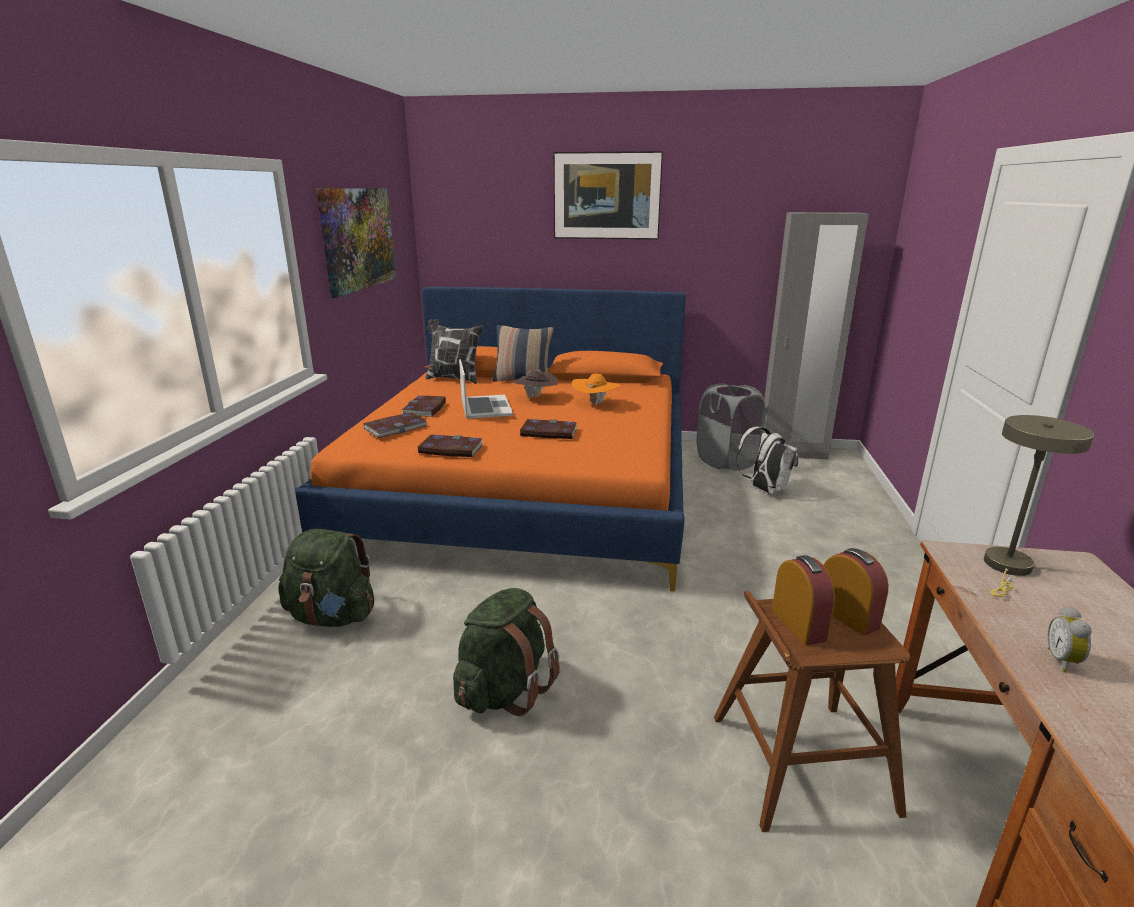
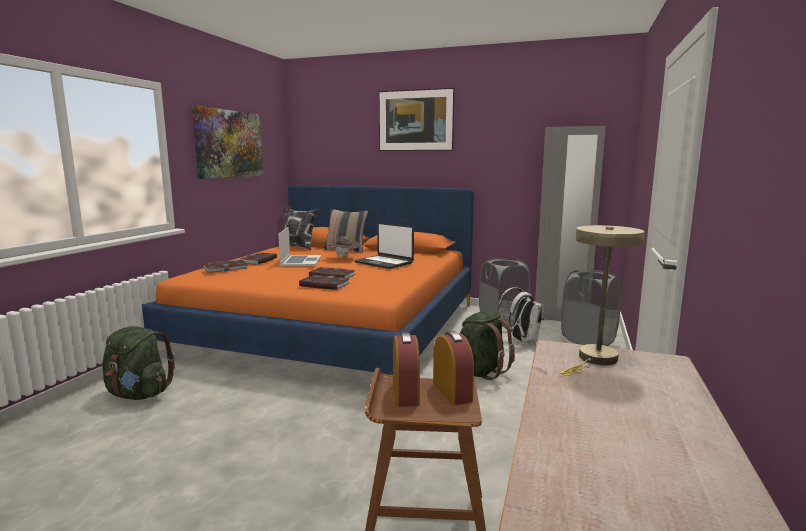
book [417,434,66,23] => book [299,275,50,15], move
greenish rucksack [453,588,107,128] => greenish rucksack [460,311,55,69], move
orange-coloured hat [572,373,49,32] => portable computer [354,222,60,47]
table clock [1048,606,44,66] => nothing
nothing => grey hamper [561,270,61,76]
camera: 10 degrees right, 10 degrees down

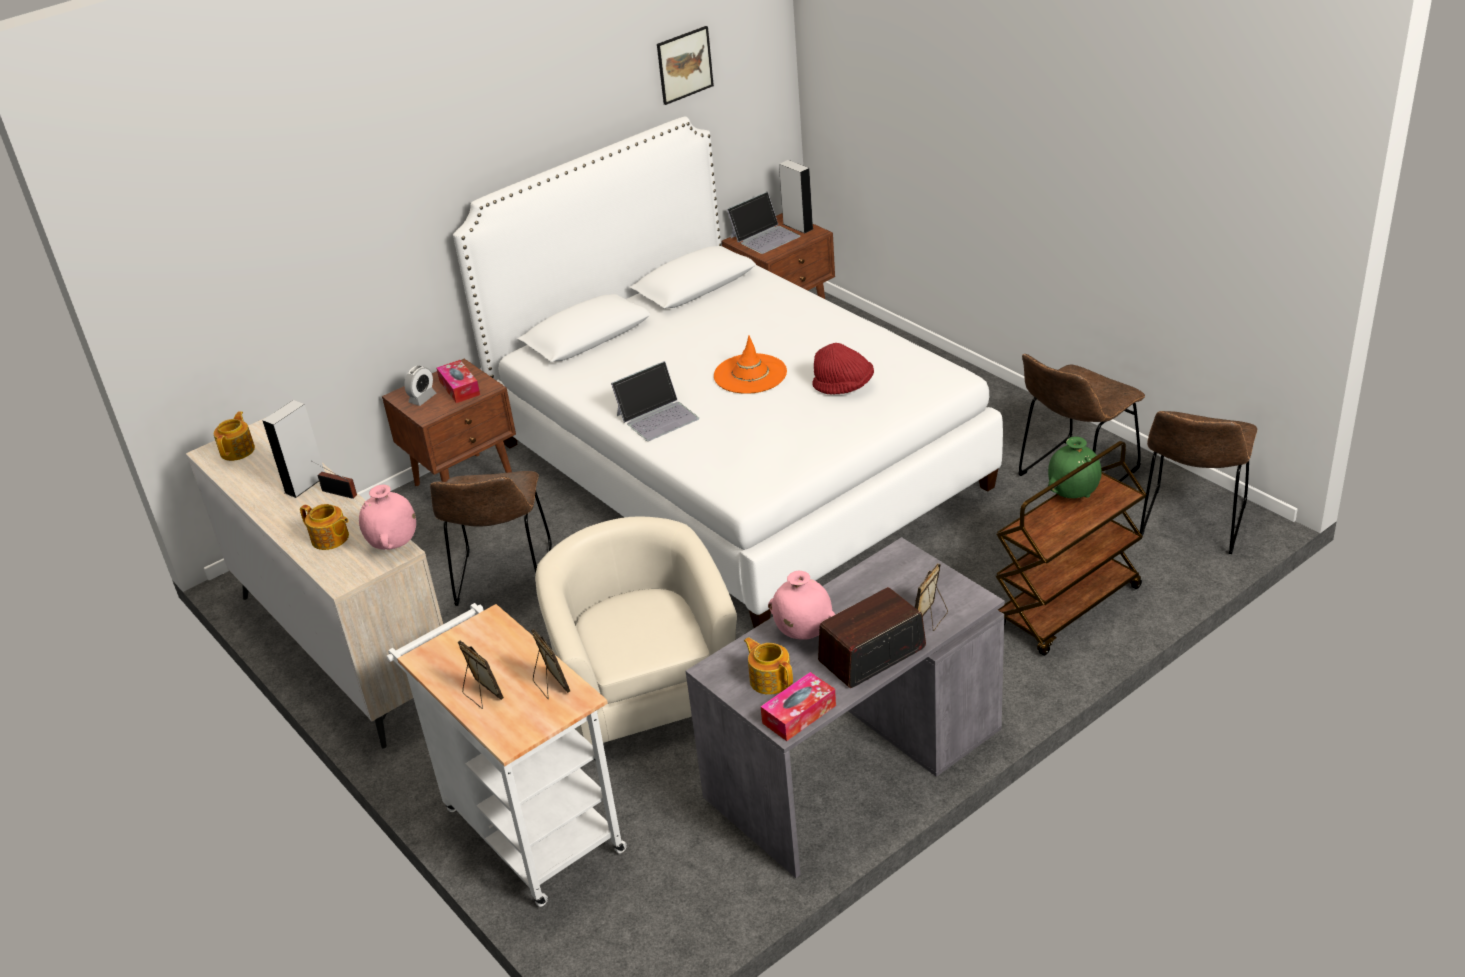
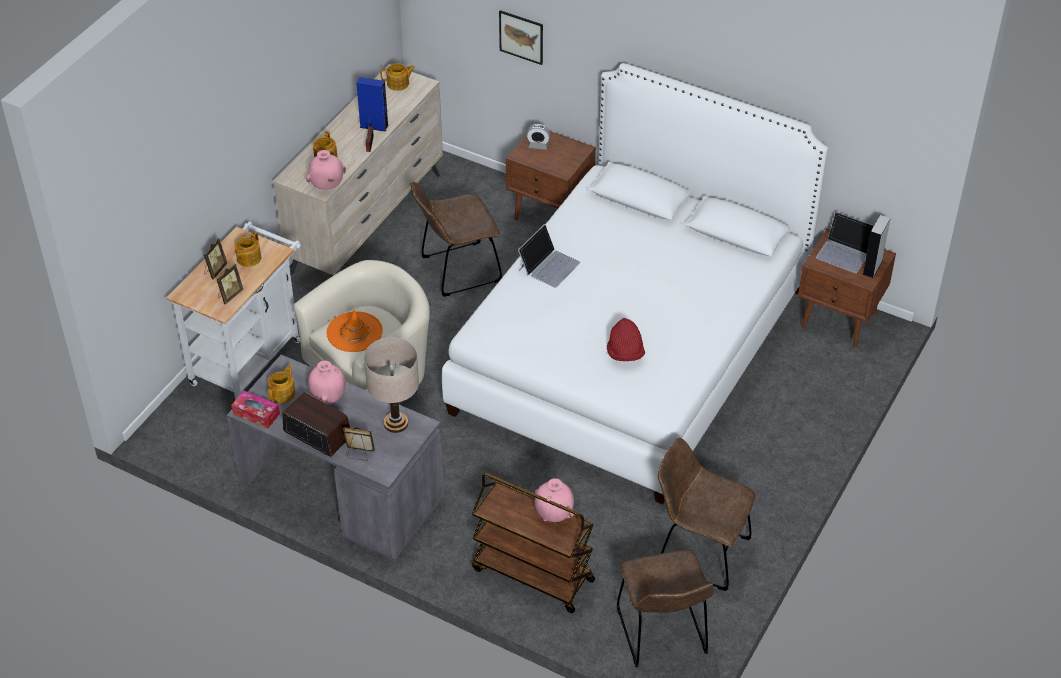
grey loudspeaker [262,400,63,98] => blue-coloured loudspeaker [357,77,31,55]
tissue box [437,360,43,43] => nothing
portable computer [611,361,88,80] => portable computer [518,224,62,64], 90 degrees counterclockwise
picture [657,26,57,79] => picture [499,10,44,55], move
orange-coloured hat [714,335,73,59] => orange-coloured hat [326,309,57,43], move
greenish vase [1048,437,54,61] => pink-coloured vase [534,478,40,44]
brown chair [1140,411,118,143] => brown chair [617,549,96,118], 105 degrees counterclockwise
nothing => pot for tea [235,231,26,36]
nothing => beige table lamp [364,337,55,96]
camera: 65 degrees right, 10 degrees up

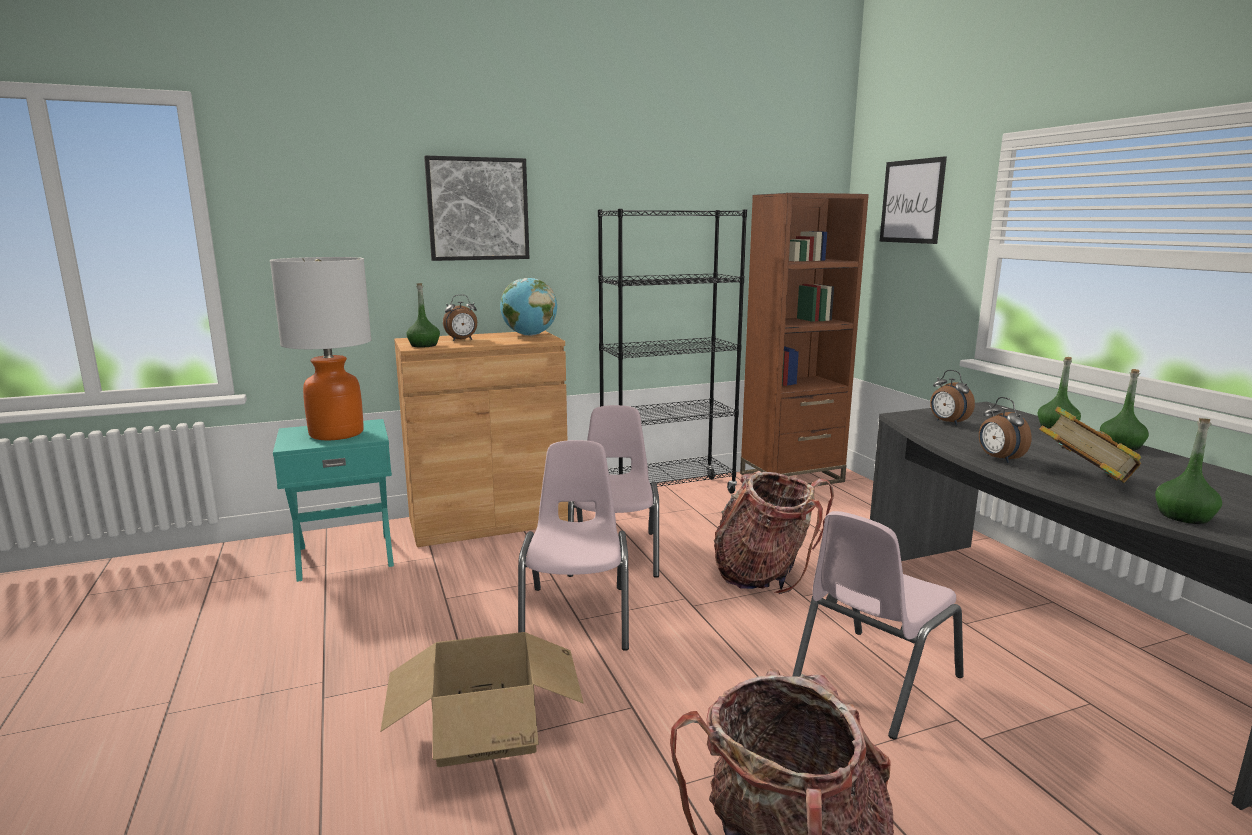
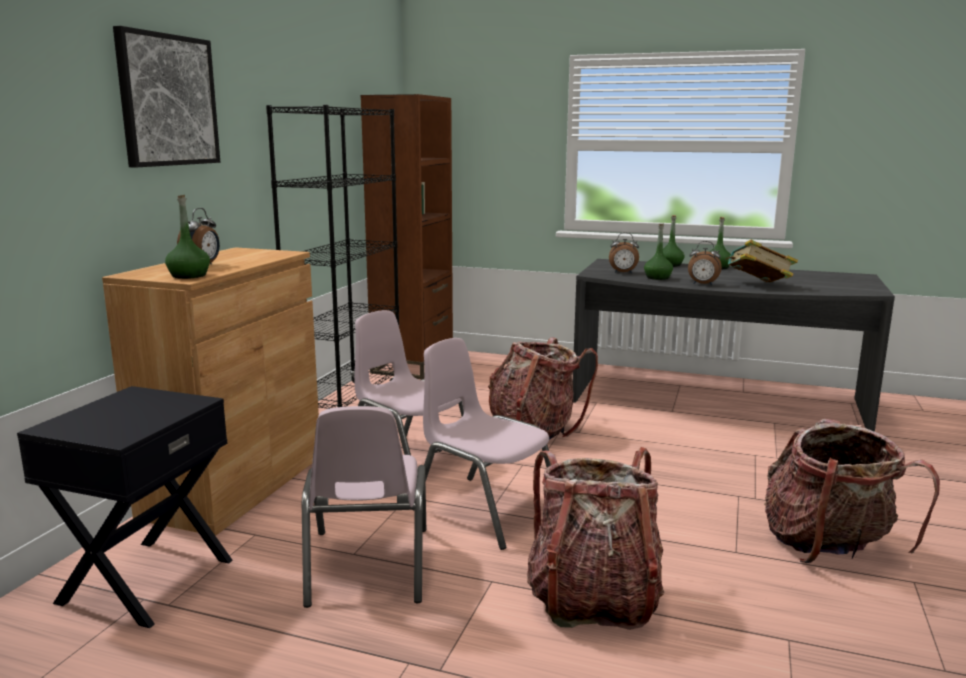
table lamp [270,257,101,183] => nothing
turquoise-coloured bedside table [273,419,121,163] => blackish bedside table [17,386,216,242]
cardboard box [380,632,204,135] => rucksack [527,447,137,183]
globe [500,278,57,58] => nothing
pink-coloured chair [792,511,172,229] => pink-coloured chair [302,406,124,202], move
picture [880,156,67,88] => nothing
greenish beverage bottle [1155,418,67,106] => greenish beverage bottle [644,224,29,56], move
camera: 50 degrees left, 0 degrees up

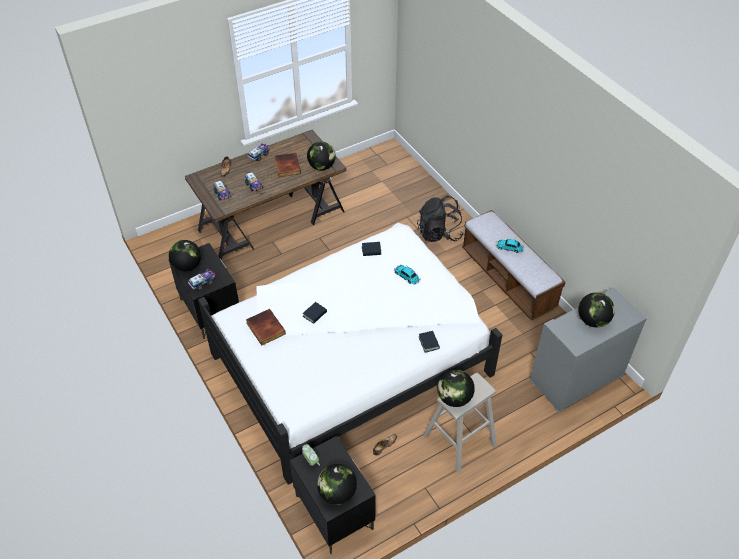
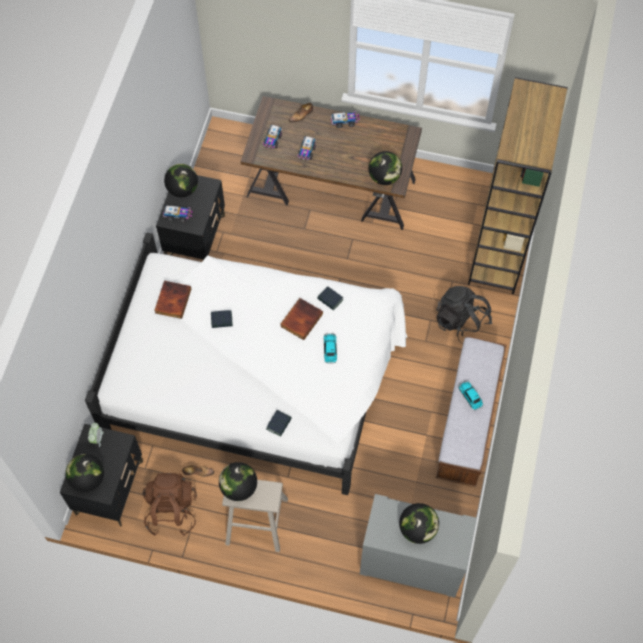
book [274,153,27,24] => book [280,298,43,42], move
nothing => brown rucksack [143,473,54,63]
nothing => brown shelving unit [468,77,100,217]
camera: 45 degrees right, 15 degrees up

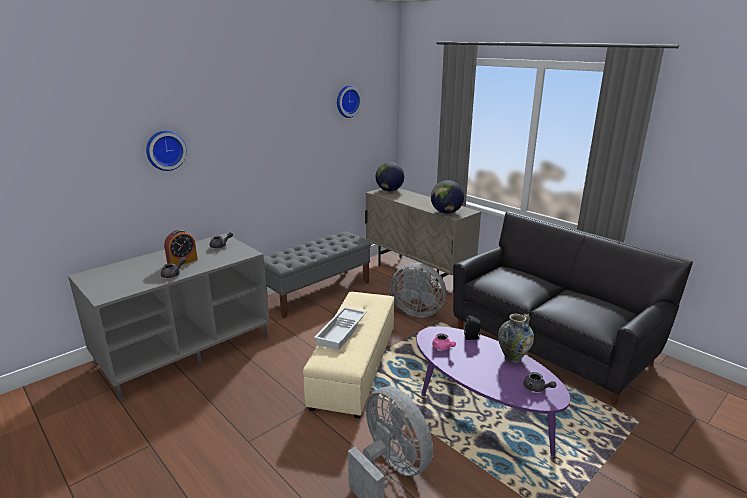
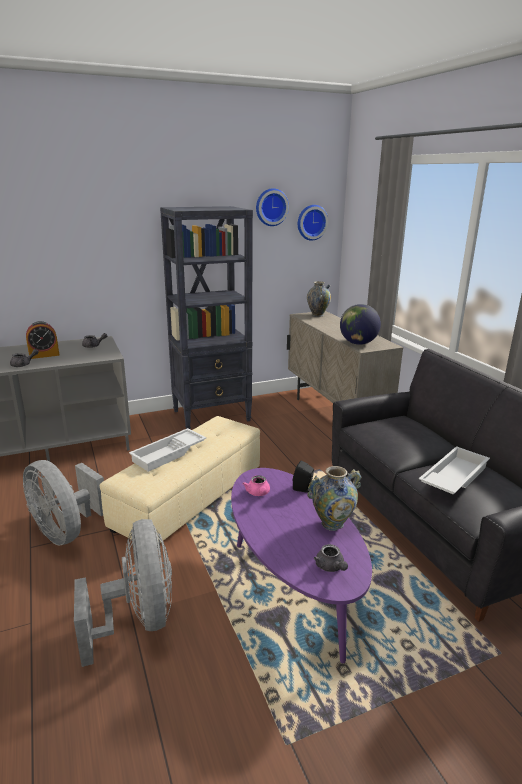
hanging clock [146,130,41,41] => hanging clock [298,205,30,36], move
grey bench [264,232,107,86] => blackish shelving unit [160,206,93,223]
globe [375,162,29,29] => vase [307,281,24,36]
grey cooling fan [390,263,56,54] => grey cooling fan [23,460,81,86], move
nothing => whitish tray [419,446,71,48]
camera: 20 degrees right, 0 degrees up

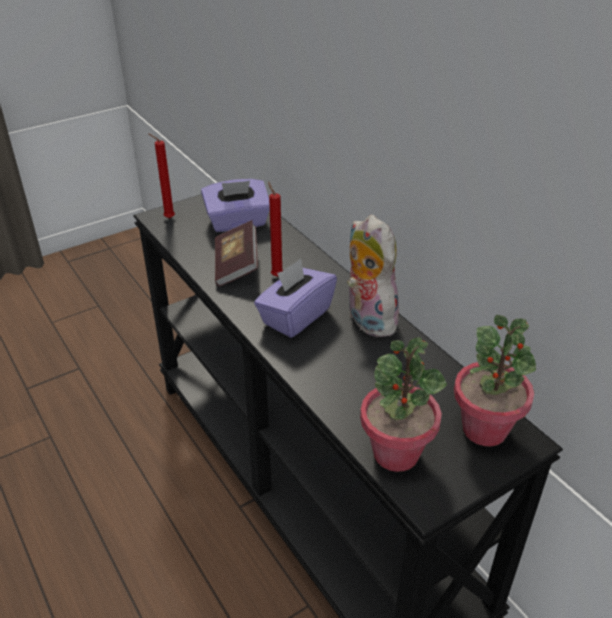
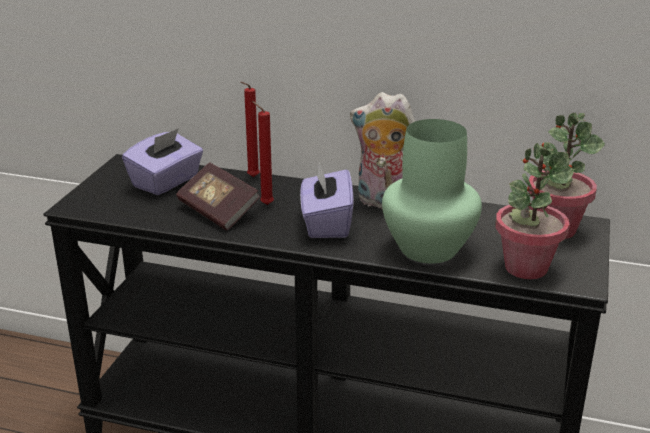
reddish candle [148,133,27,85] => reddish candle [240,82,20,95], move
nothing => greenish vase [382,119,100,145]
camera: 40 degrees left, 10 degrees down

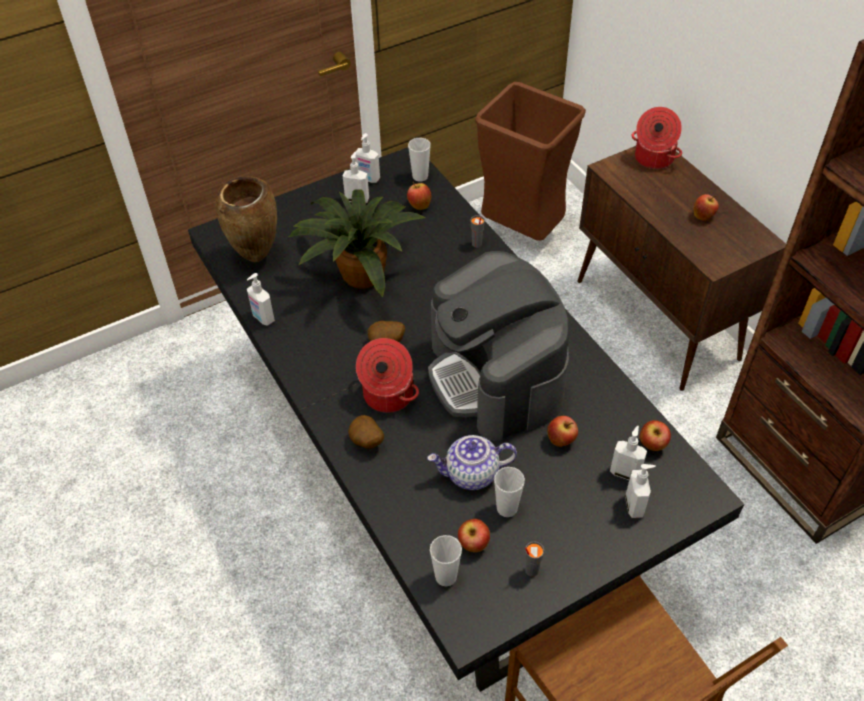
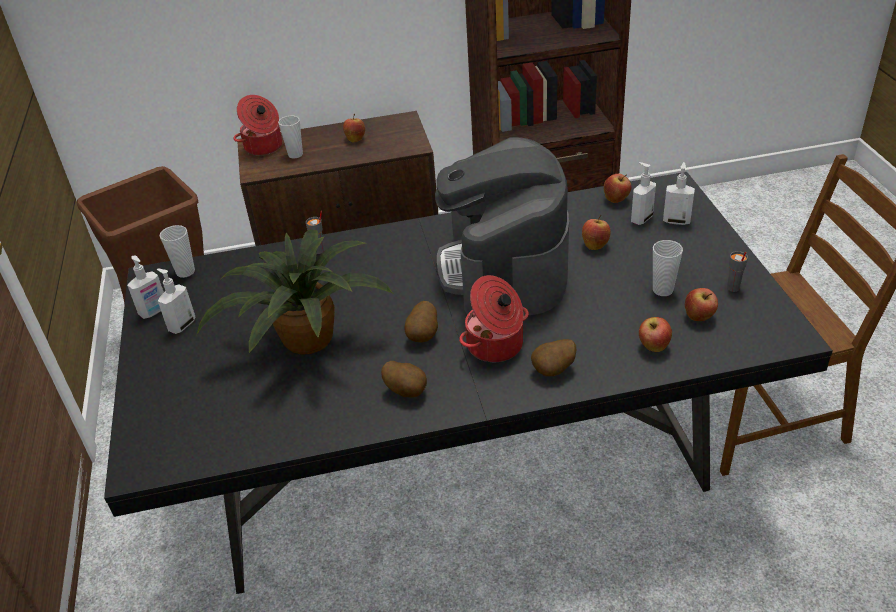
brown vase [216,176,61,86] => nothing
soap dispenser [247,273,28,53] => nothing
apple [407,182,24,28] => apple [639,317,33,35], move
pot for tea [427,435,90,55] => nothing
coffee maker [428,251,141,190] => coffee maker [435,137,134,179], 90 degrees clockwise
drinking cup [430,535,32,51] => drinking cup [278,116,25,42], move
nothing => spud [381,361,46,36]
camera: 70 degrees left, 10 degrees down

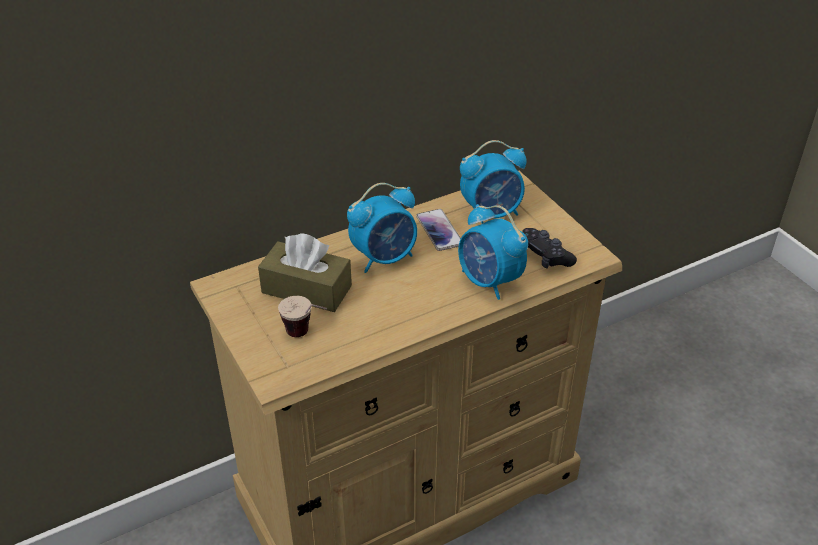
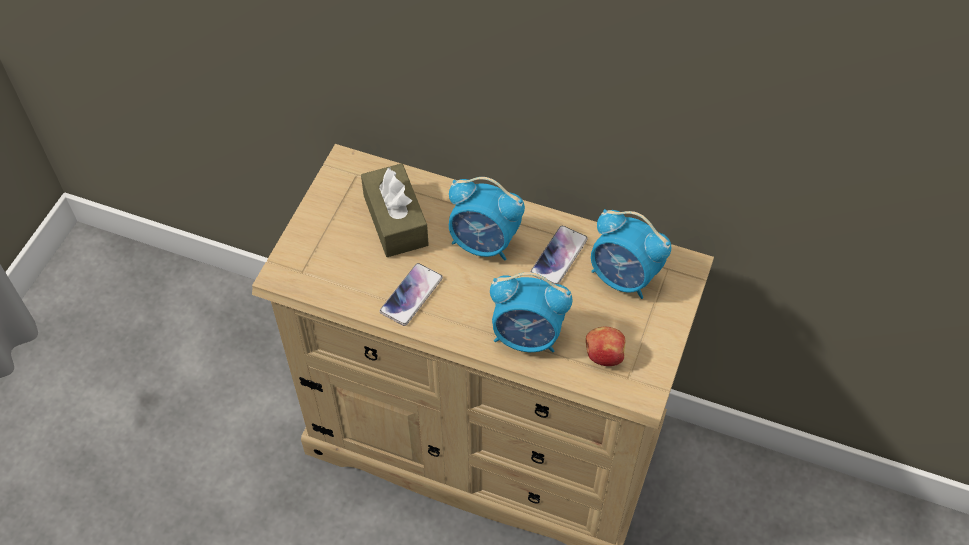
drinking cup [278,296,49,41] => nothing
table clock [458,204,70,96] => table clock [490,272,83,80], 90 degrees counterclockwise
blackish joypad [522,228,55,41] => apple [586,326,39,40]
nothing => handset [379,263,64,63]
camera: 50 degrees right, 15 degrees up

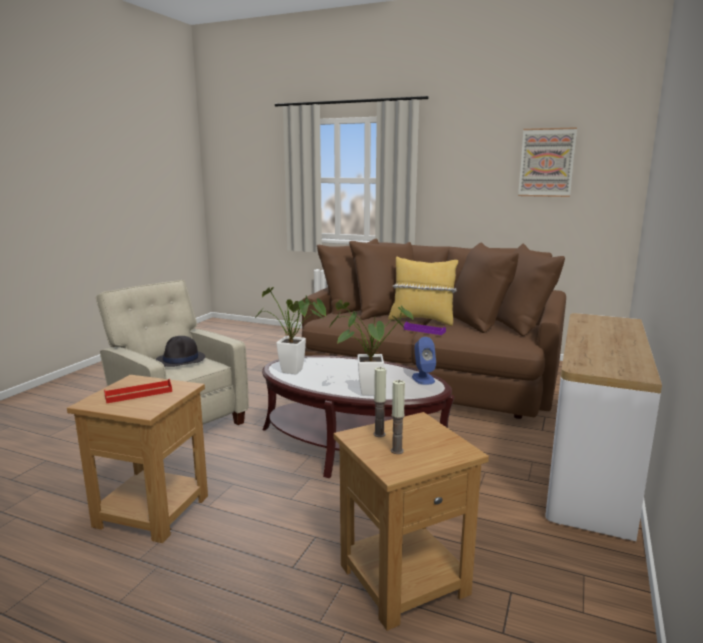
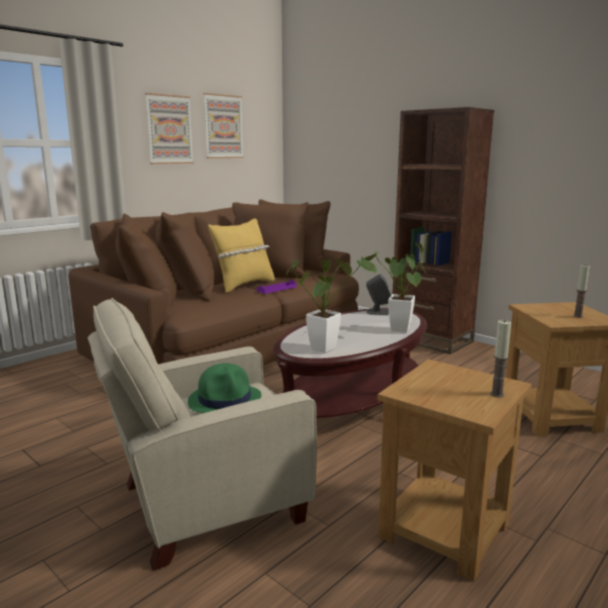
reddish tray [104,379,68,24] => nothing
blackish hat [156,336,49,31] => greenish hat [188,363,73,50]
candle [373,367,13,70] => candle [490,320,21,77], move
blue-coloured loudspeaker [412,337,24,48] => grey loudspeaker [366,274,25,41]
hall table [545,313,117,228] => brown shelving unit [392,107,102,247]
nothing => picture [145,93,49,71]
camera: 70 degrees left, 0 degrees up

